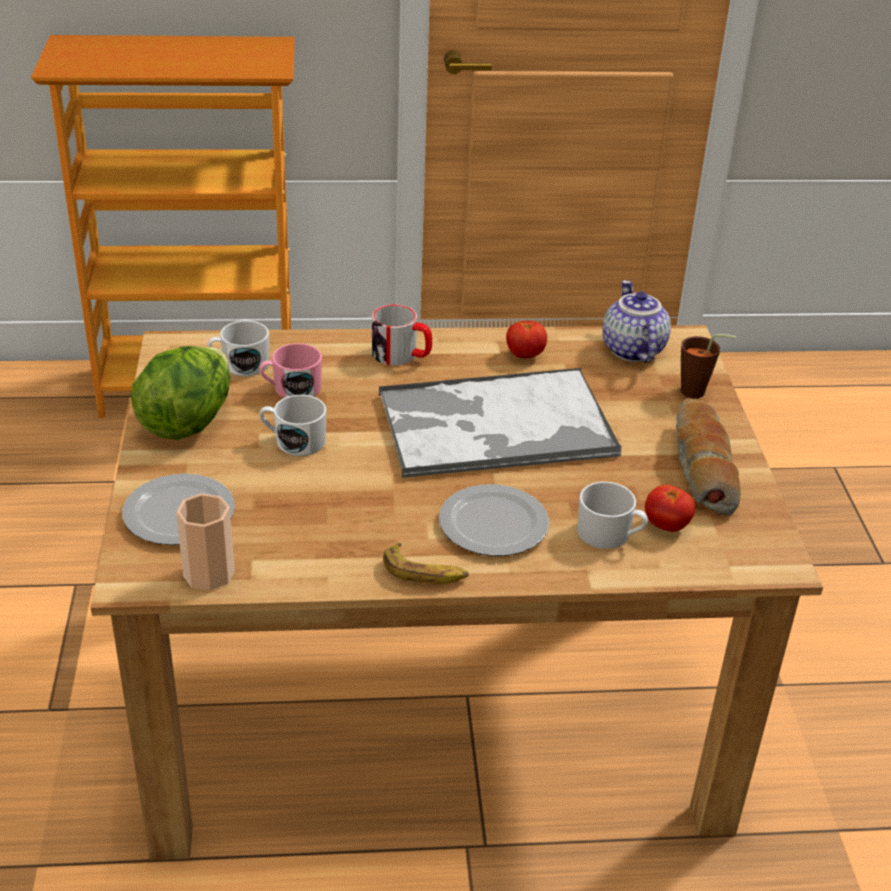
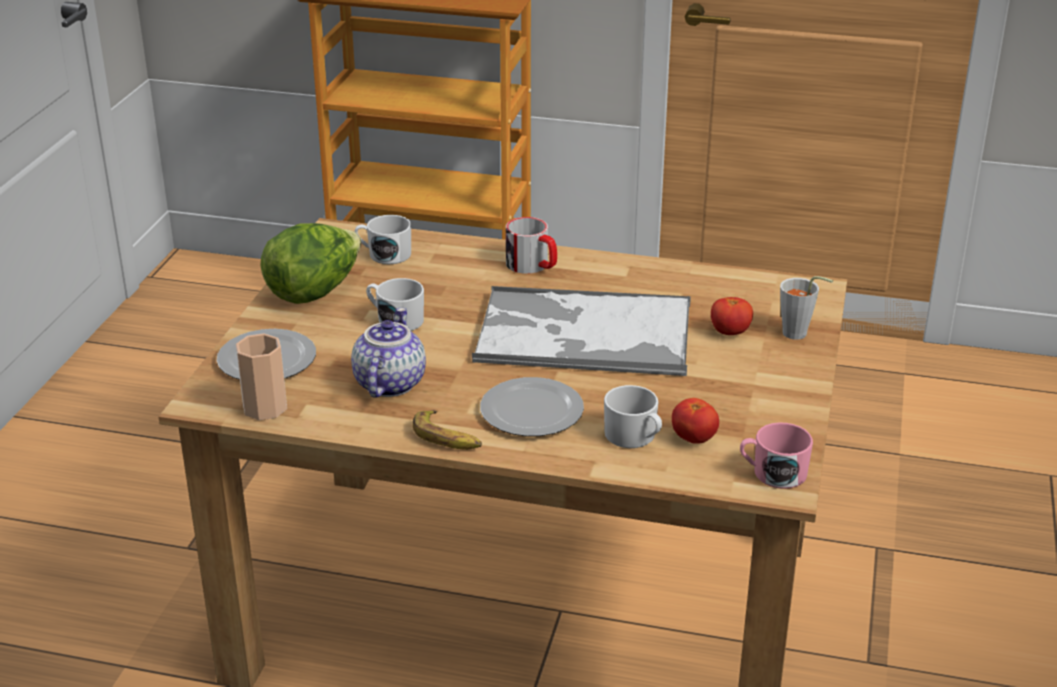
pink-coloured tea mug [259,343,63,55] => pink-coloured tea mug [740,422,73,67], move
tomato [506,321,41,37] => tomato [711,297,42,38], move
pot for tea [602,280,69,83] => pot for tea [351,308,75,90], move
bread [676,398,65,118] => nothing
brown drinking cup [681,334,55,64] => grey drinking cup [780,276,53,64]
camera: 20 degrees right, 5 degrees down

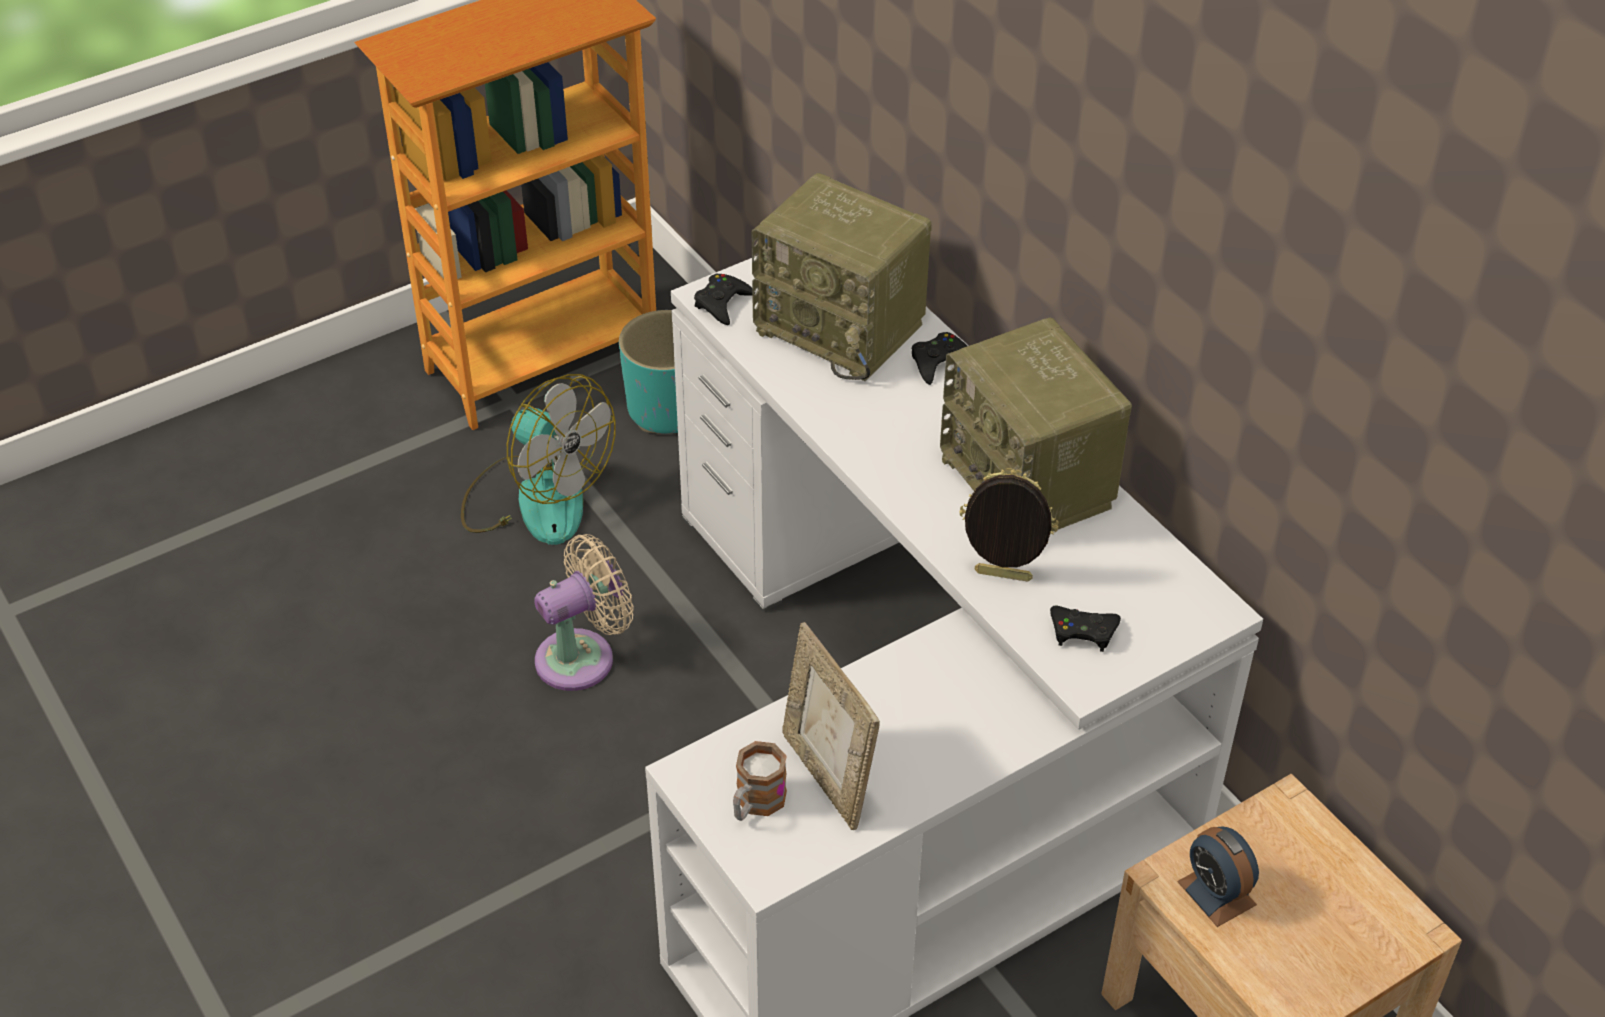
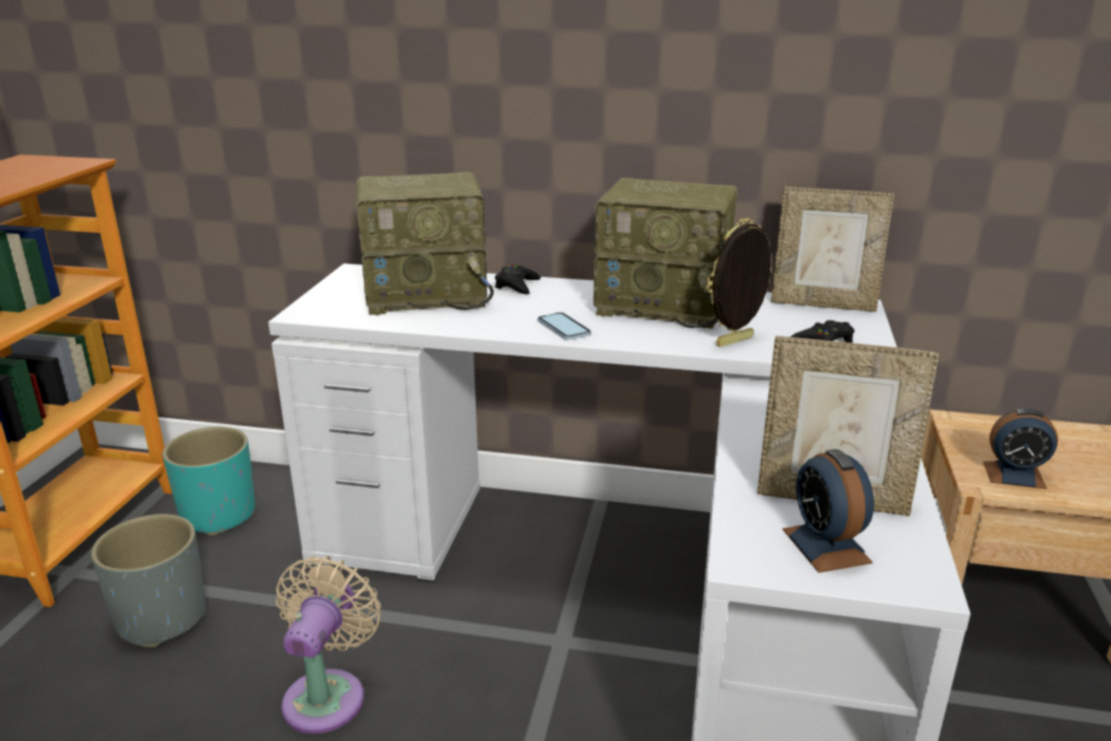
cooling fan [461,374,155,171] => grey flower pot [91,514,115,133]
blackish joypad [694,274,61,51] => nothing
tea mug [733,741,54,80] => table clock [782,449,92,124]
nothing => handset [538,312,53,28]
nothing => photo frame [771,187,124,125]
camera: 45 degrees left, 20 degrees down

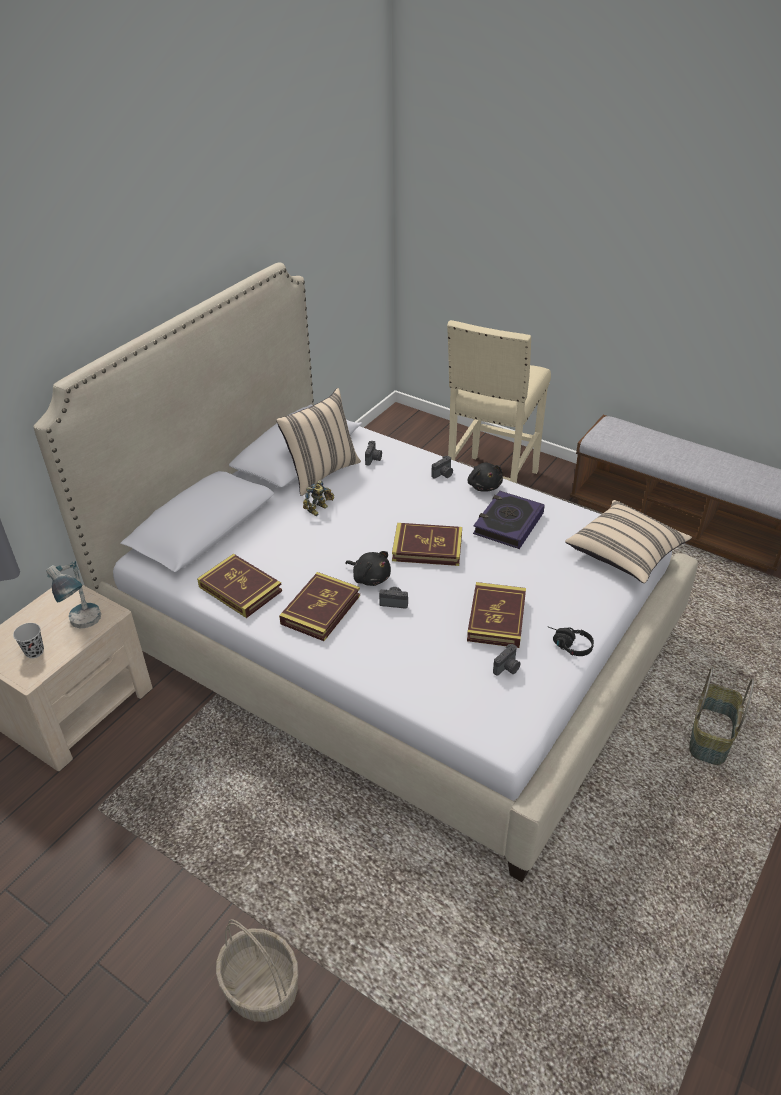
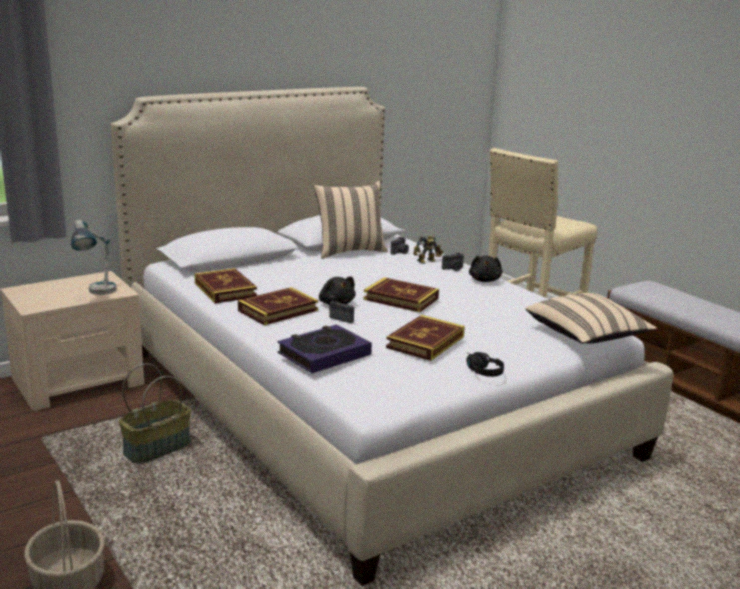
blackish drinking cup [13,623,31,35] => nothing
toy robot [303,480,31,36] => toy robot [413,236,30,28], move
book [473,491,72,58] => book [278,324,94,49], move
photo camera [493,644,28,32] => nothing
household basket [689,667,65,98] => household basket [119,363,72,101], move
camera: 20 degrees right, 20 degrees down

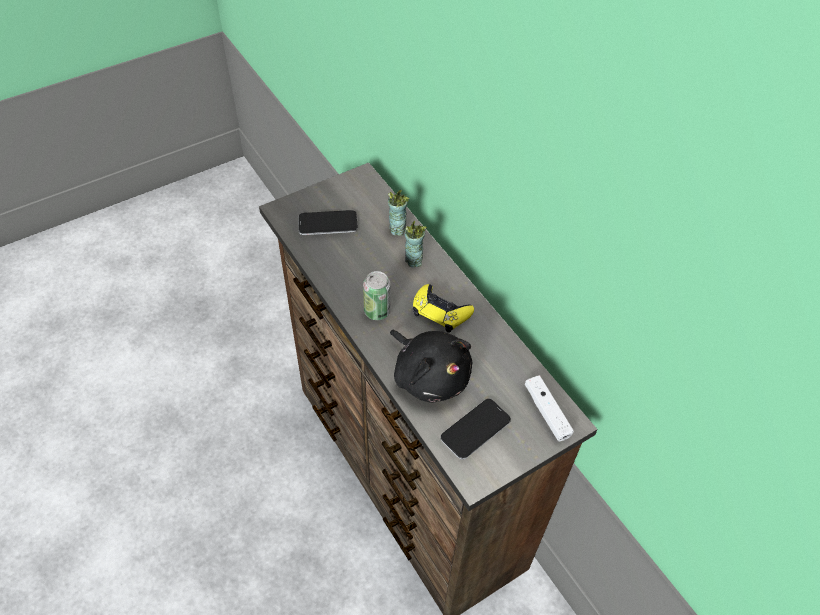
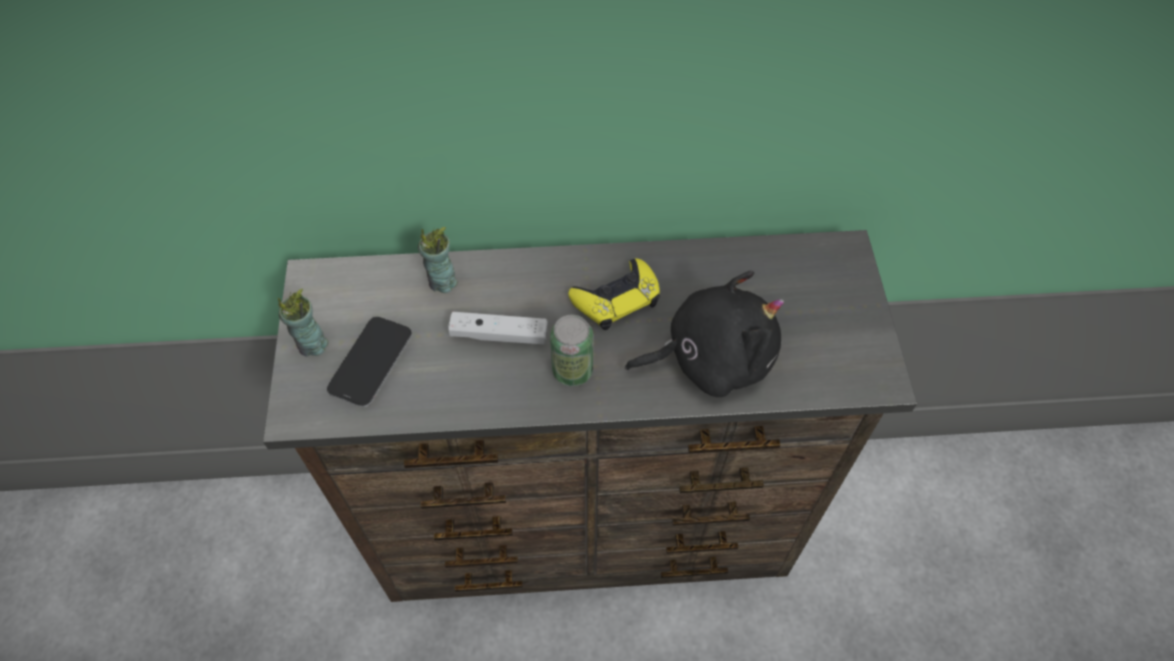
drinking cup [404,221,23,47] => drinking cup [278,289,50,68], move
handset [440,399,71,61] => nothing
whitish joypad [525,375,49,67] => whitish joypad [448,311,100,33], move
camera: 60 degrees left, 5 degrees up

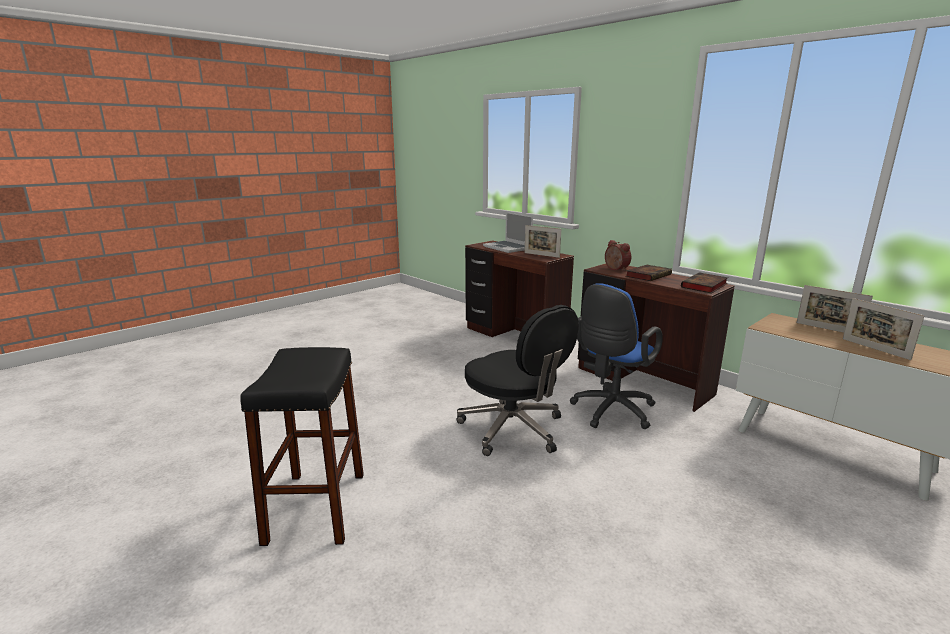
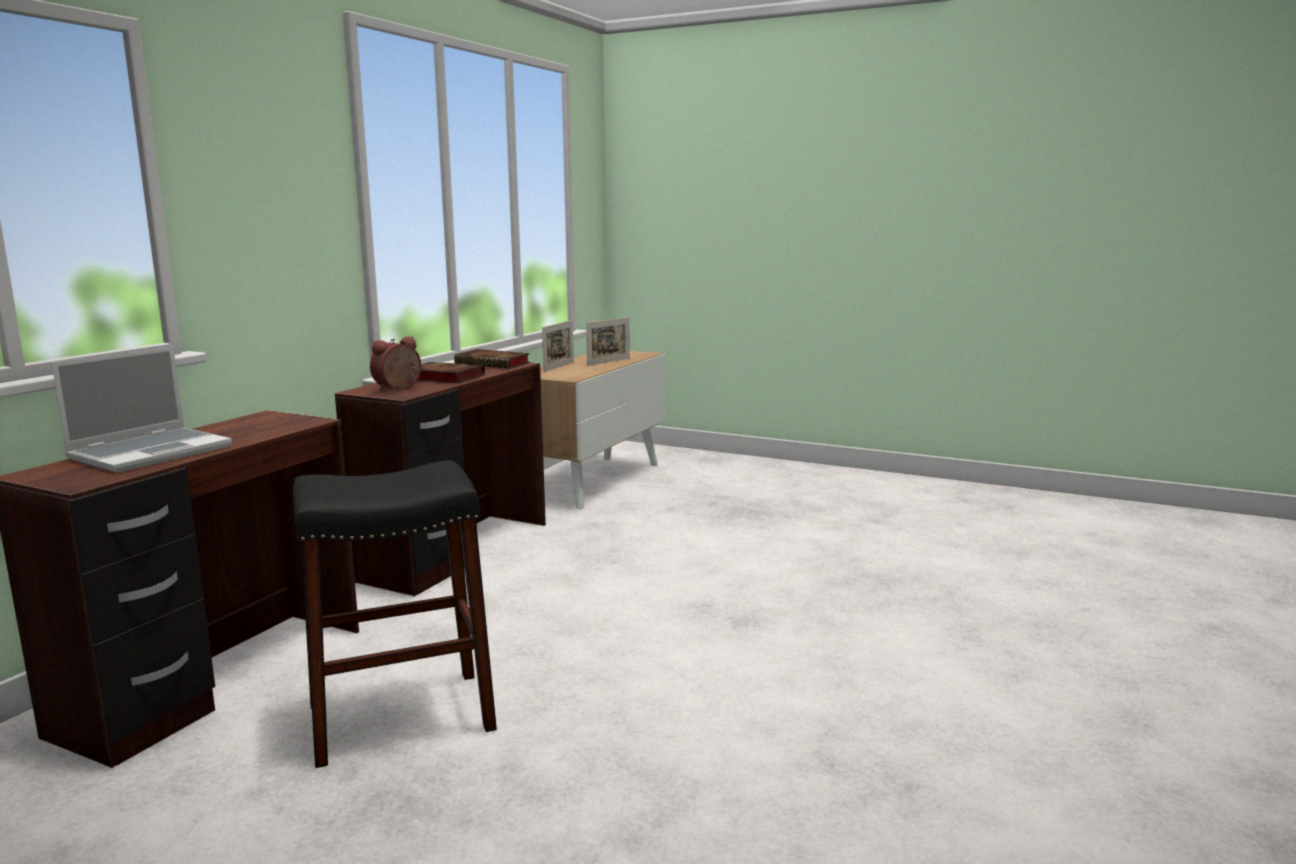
blackish stool seat [240,347,124,199] => blackish stool seat [293,460,204,308], move
blackish office chair [456,305,123,151] => nothing
photo frame [524,225,37,33] => nothing
blue-coloured office chair [570,283,93,146] => nothing
camera: 110 degrees left, 5 degrees down

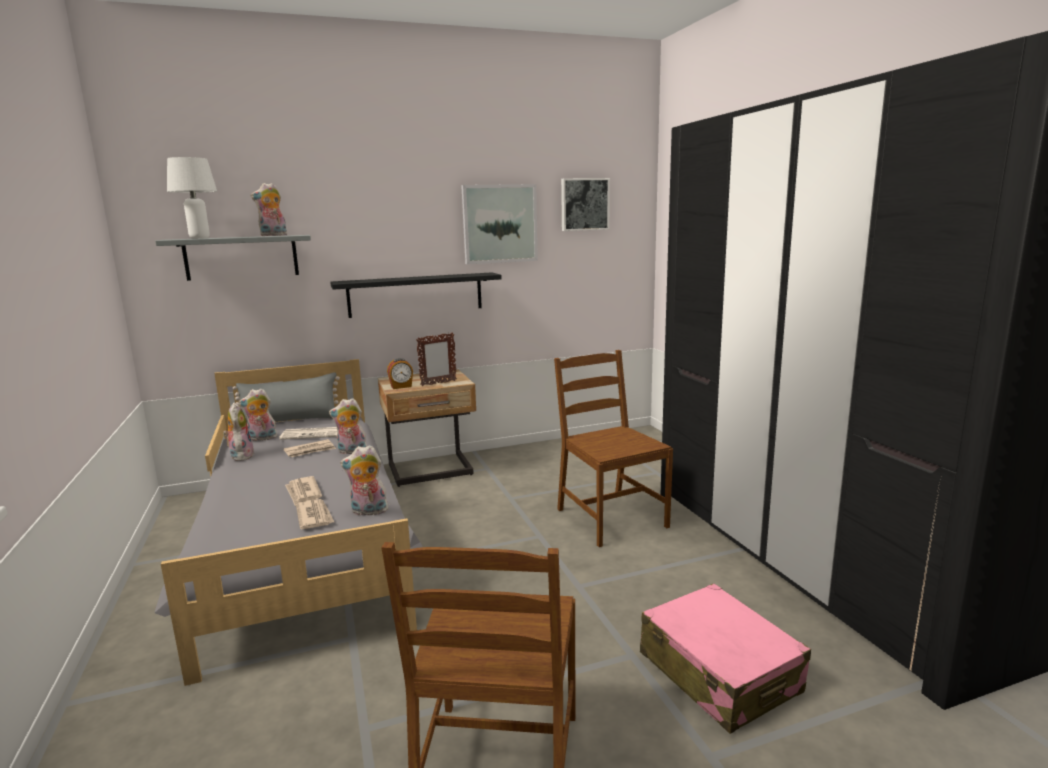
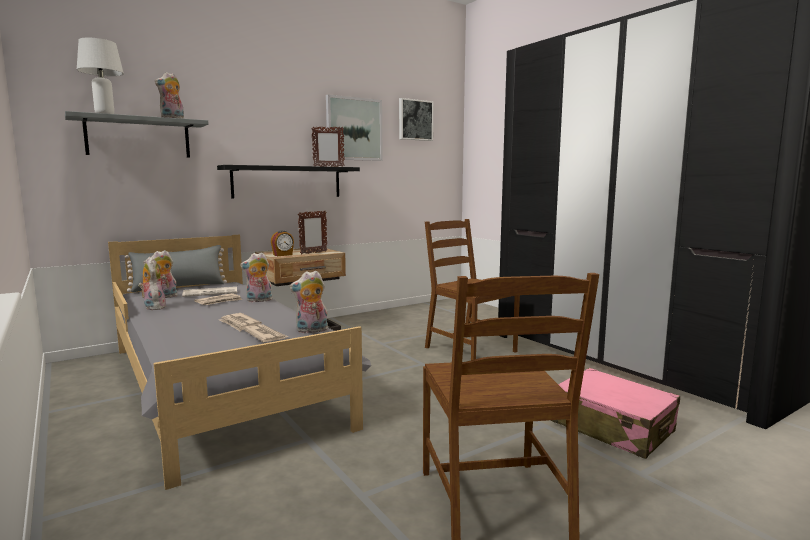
nothing => photo frame [311,127,34,40]
camera: 15 degrees left, 5 degrees down

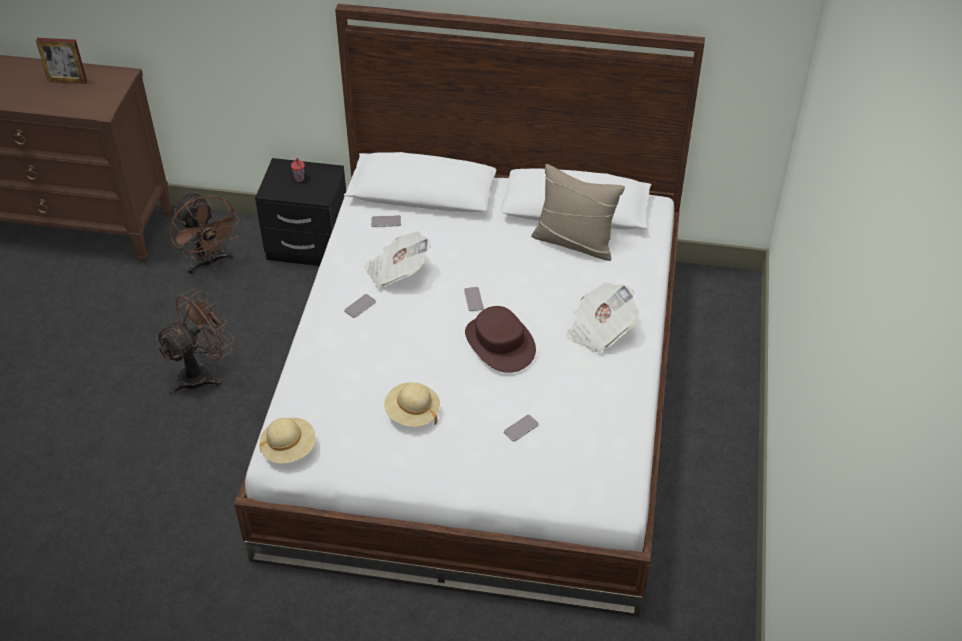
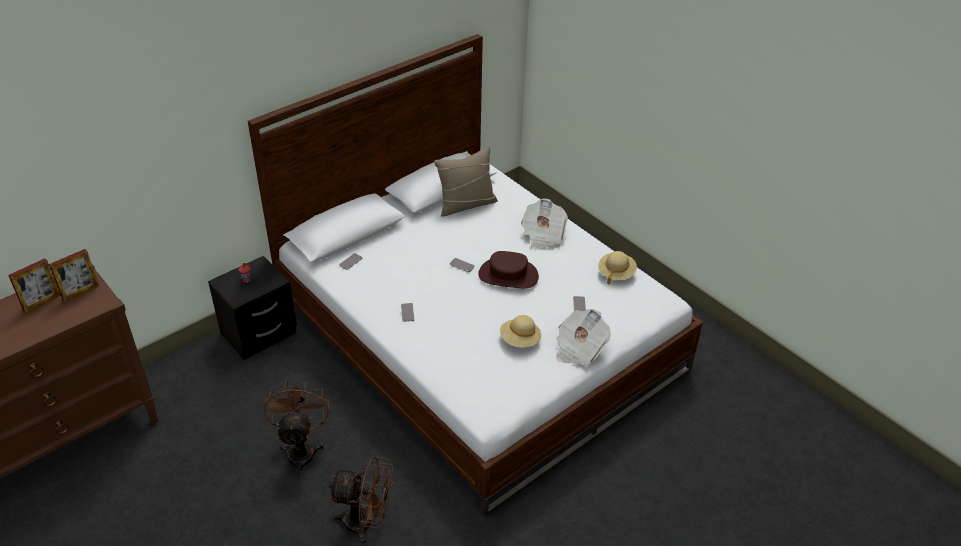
brown cooling fan [169,192,71,82] => brown cooling fan [328,456,65,88], move
beige hat [259,418,57,46] => beige hat [598,251,39,33], move
printed paper [365,231,66,57] => printed paper [556,309,55,57], move
nothing => photo frame [49,249,50,53]
camera: 50 degrees left, 5 degrees down

